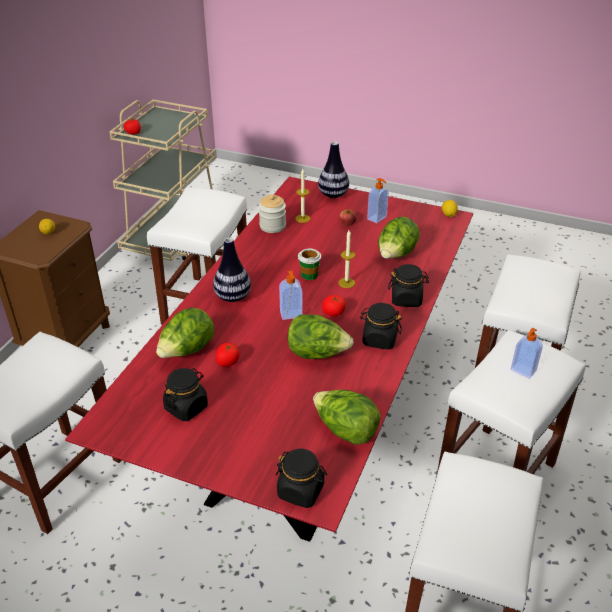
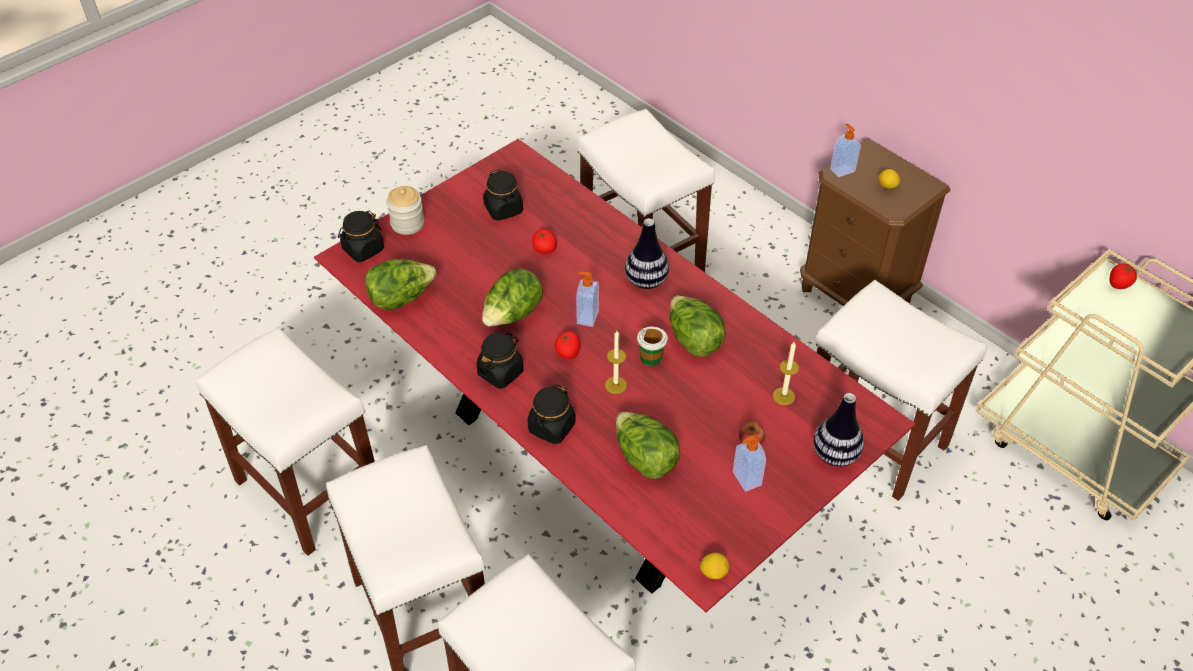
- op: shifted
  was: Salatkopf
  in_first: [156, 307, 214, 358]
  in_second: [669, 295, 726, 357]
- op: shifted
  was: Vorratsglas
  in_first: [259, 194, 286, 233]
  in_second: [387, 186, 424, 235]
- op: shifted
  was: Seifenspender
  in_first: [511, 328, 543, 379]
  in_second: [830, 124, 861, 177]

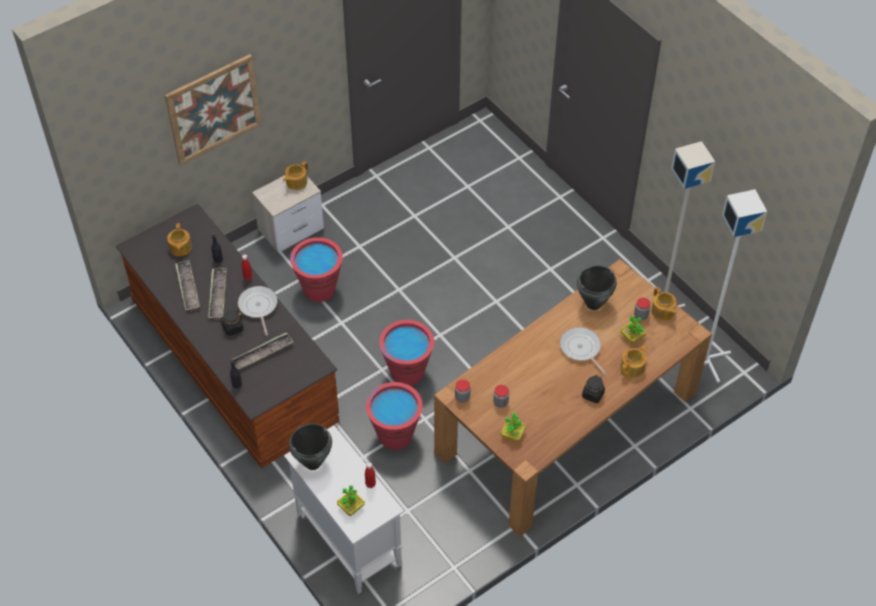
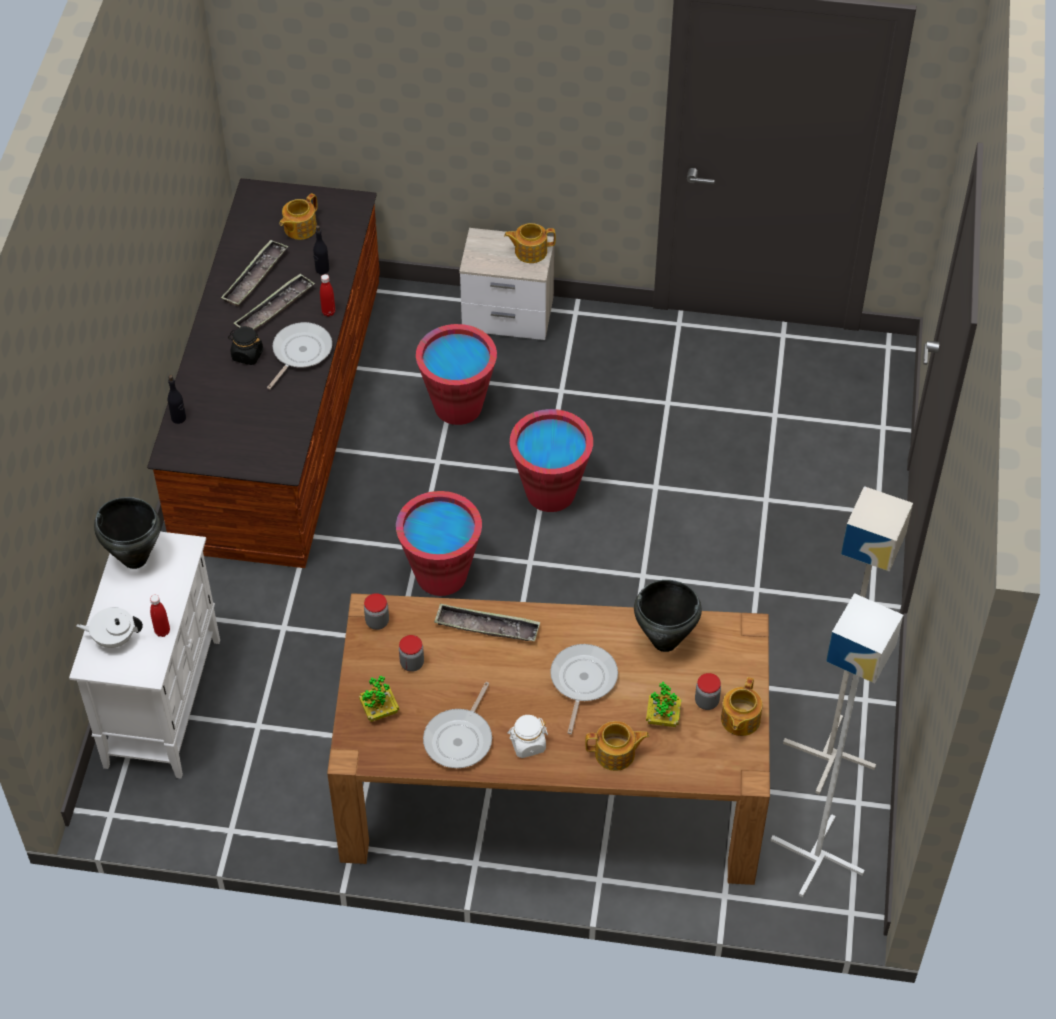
- op: gone
  was: Bild
  in_first: [165, 54, 261, 165]
- op: new
  now: Pfanne
  in_second: [423, 682, 492, 768]
- op: shifted
  was: Tablett
  in_first: [233, 332, 293, 370]
  in_second: [434, 603, 540, 641]
- op: shifted
  was: Eimer/rot
  in_first: [366, 382, 423, 450]
  in_second: [510, 409, 593, 512]
- op: swapped
  was: Topfpflanze
  now: Teekanne/weiß
  in_first: [337, 486, 365, 516]
  in_second: [76, 607, 143, 648]
- op: repainted
  was: Vorratsglas/schwarz
  now: Vorratsglas/weiß
  in_first: [582, 375, 605, 403]
  in_second: [507, 715, 548, 758]

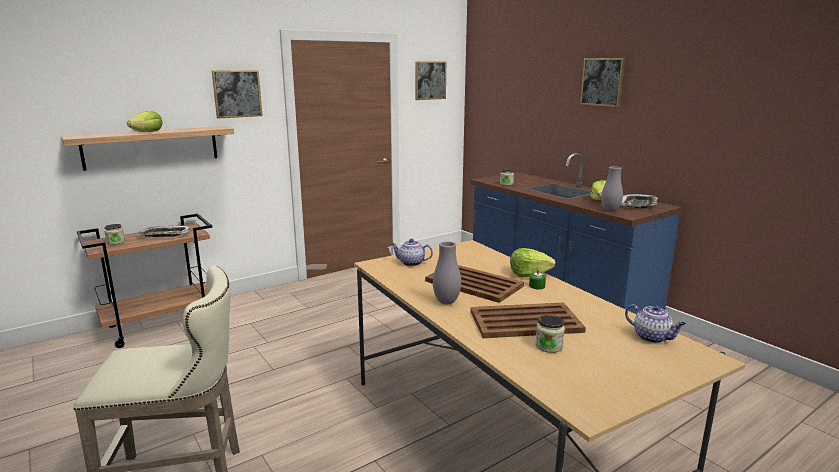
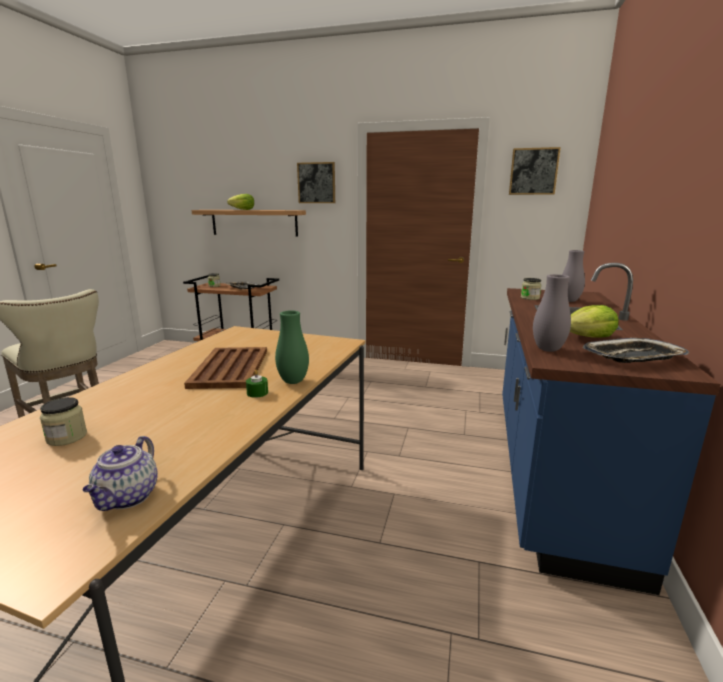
- op: gone
  was: Teekanne
  in_first: [391, 239, 433, 266]
- op: gone
  was: Tablett/braun
  in_first: [471, 302, 586, 338]
- op: gone
  was: Bild
  in_first: [580, 58, 625, 107]
- op: shifted
  was: Vase/grau
  in_first: [433, 241, 461, 304]
  in_second: [562, 250, 585, 302]
- op: swapped
  was: Salatkopf
  now: Vase/grün
  in_first: [510, 248, 556, 277]
  in_second: [275, 310, 309, 384]

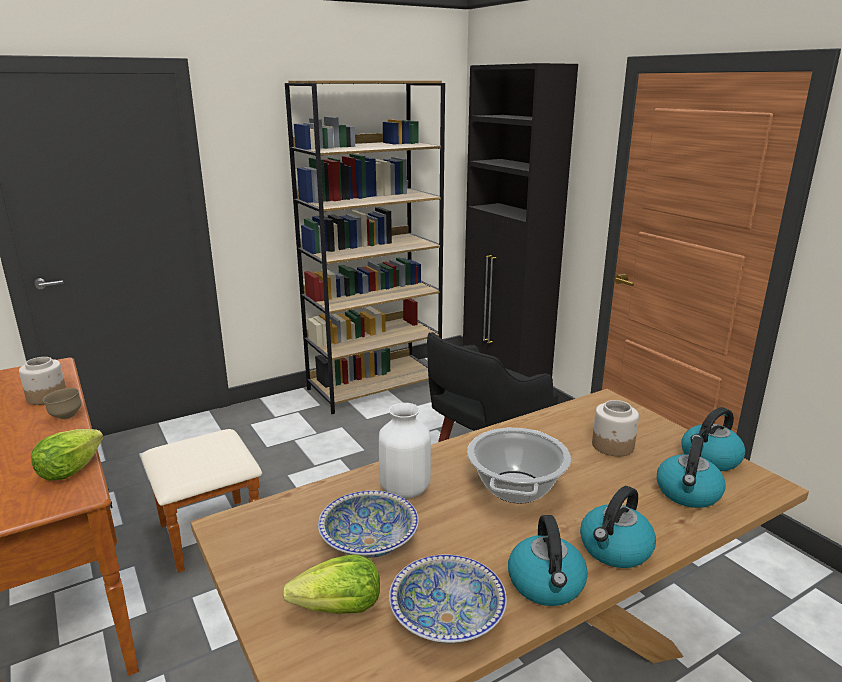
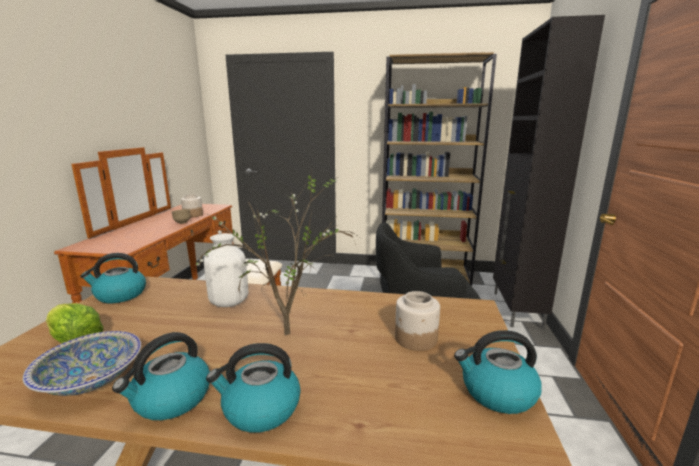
- op: gone
  was: Salatkopf
  in_first: [31, 429, 104, 481]
- op: gone
  was: Schüssel
  in_first: [318, 490, 419, 558]
- op: shifted
  was: Wasserkessel
  in_first: [657, 436, 726, 508]
  in_second: [80, 253, 146, 303]
- op: swapped
  was: Kochtopf
  now: Topfpflanze
  in_first: [467, 427, 571, 504]
  in_second: [193, 166, 359, 335]

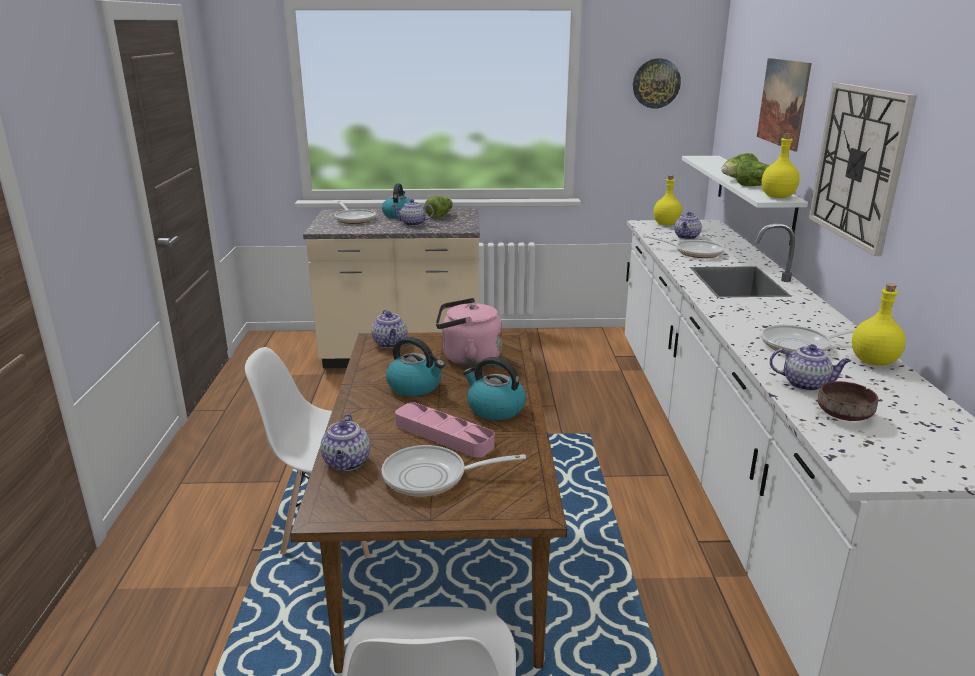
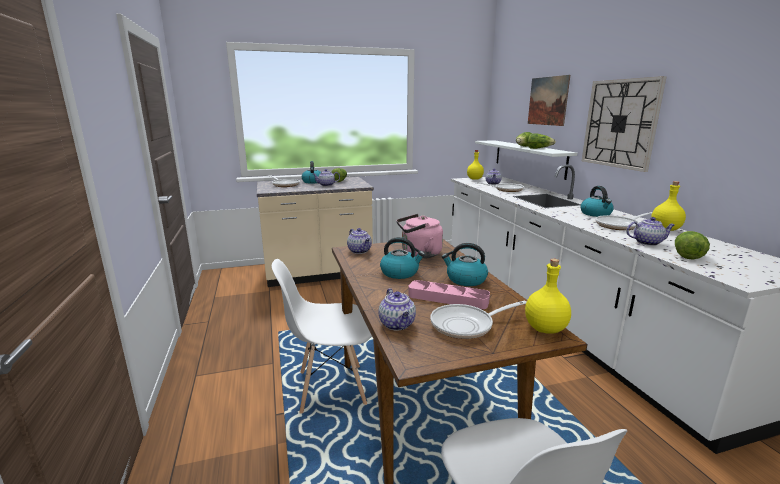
- op: gone
  was: Wanduhr
  in_first: [633, 58, 681, 108]
- op: new
  now: Wasserkessel
  in_second: [580, 186, 614, 217]
- op: shifted
  was: Flasche/gelb
  in_first: [761, 133, 800, 198]
  in_second: [525, 259, 571, 334]
- op: swapped
  was: Schüssel/braun
  now: Salatkopf
  in_first: [818, 381, 878, 421]
  in_second: [675, 231, 710, 259]

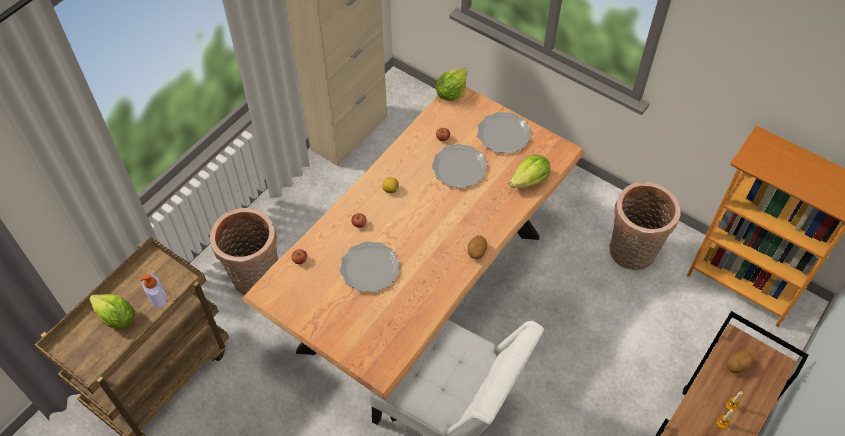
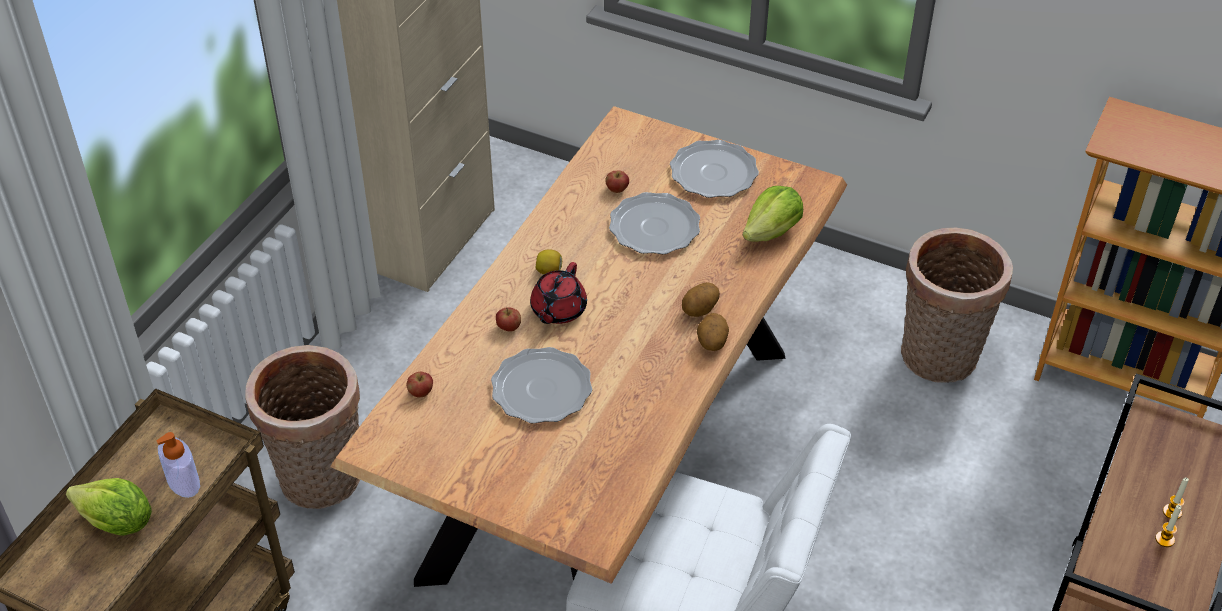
- op: gone
  was: Salatkopf
  in_first: [436, 67, 468, 101]
- op: new
  now: Teekanne/rot
  in_second: [530, 262, 587, 324]
- op: shifted
  was: Kartoffel
  in_first: [727, 350, 753, 373]
  in_second: [682, 282, 720, 317]

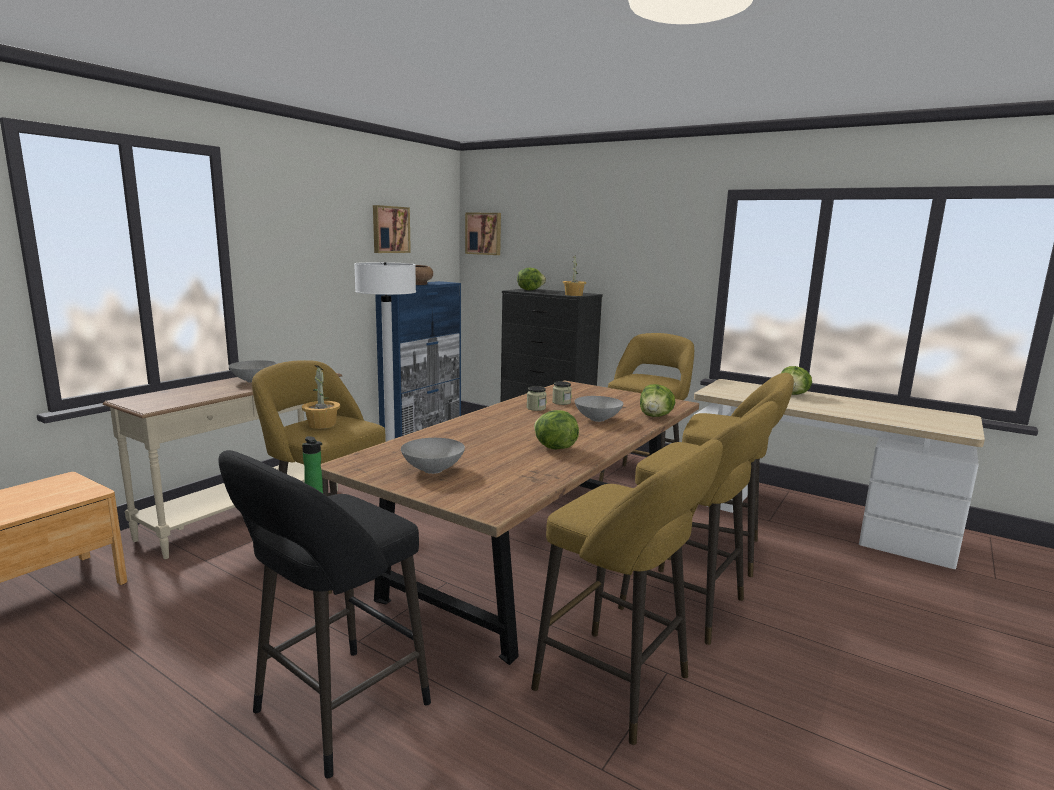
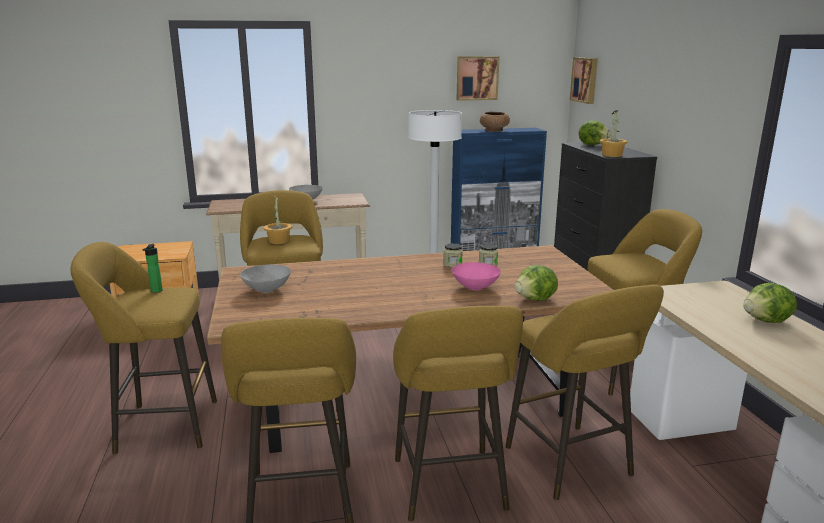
- op: gone
  was: Salatkopf
  in_first: [534, 410, 579, 450]
- op: repainted
  was: Hocker/schwarz
  now: Hocker/gelb
  in_first: [219, 450, 431, 778]
  in_second: [70, 242, 217, 454]
- op: repainted
  was: Schüssel/grau
  now: Schüssel/rosa
  in_first: [575, 396, 623, 422]
  in_second: [452, 262, 501, 290]

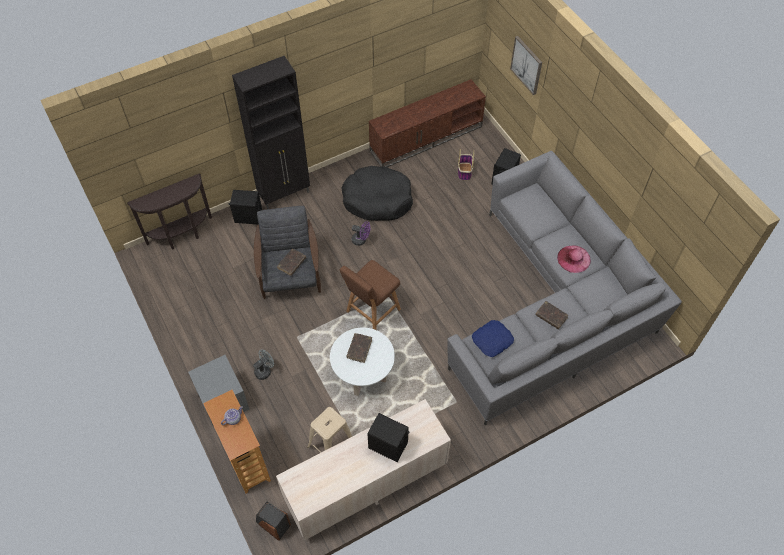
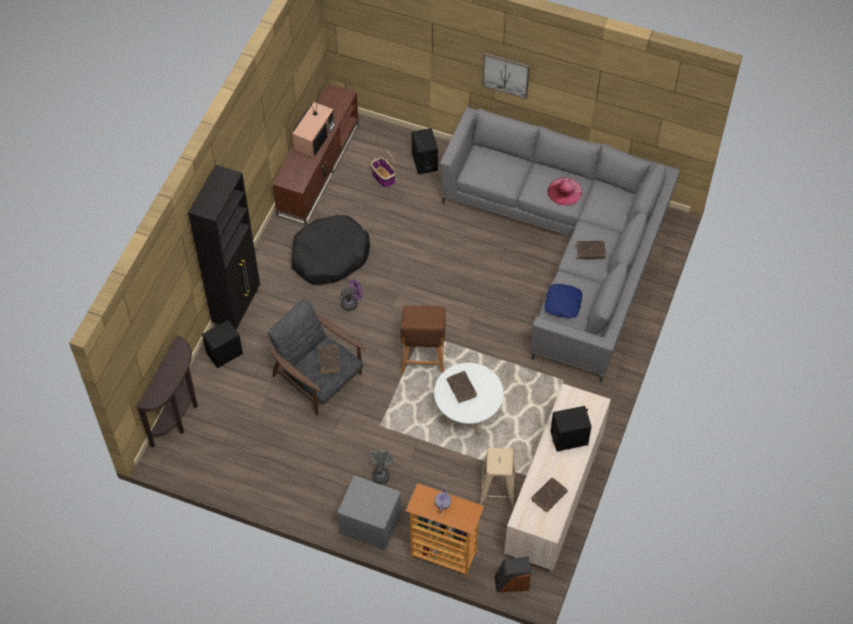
- op: new
  now: Fernseher
  in_second: [292, 88, 335, 158]
- op: new
  now: Buch/braun
  in_second: [531, 478, 568, 512]
- op: shifted
  was: Bild
  in_first: [510, 36, 542, 95]
  in_second: [482, 52, 530, 99]

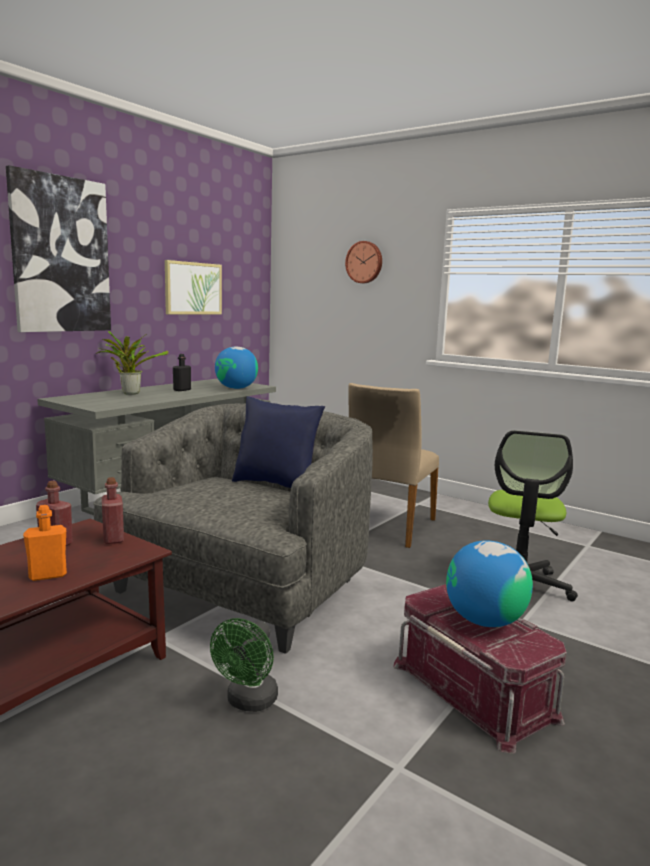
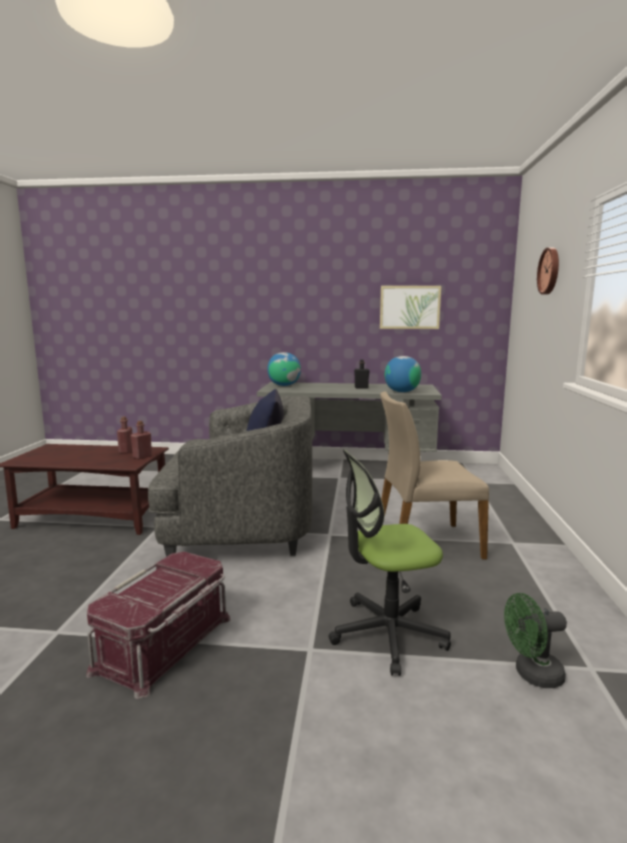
- op: gone
  was: Bild
  in_first: [6, 165, 111, 332]
- op: gone
  was: Flasche/orange
  in_first: [23, 505, 67, 581]
- op: gone
  was: Topfpflanze
  in_first: [96, 331, 168, 395]
- op: shifted
  was: Ventilator/grün
  in_first: [210, 618, 278, 712]
  in_second: [504, 593, 567, 688]
- op: shifted
  was: Globus
  in_first: [446, 541, 533, 627]
  in_second: [267, 352, 301, 386]

